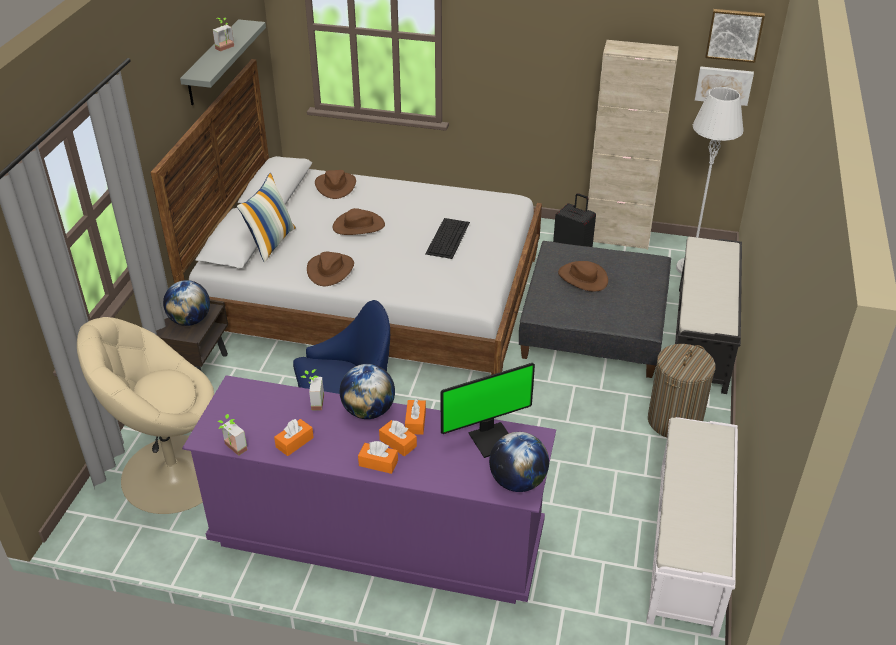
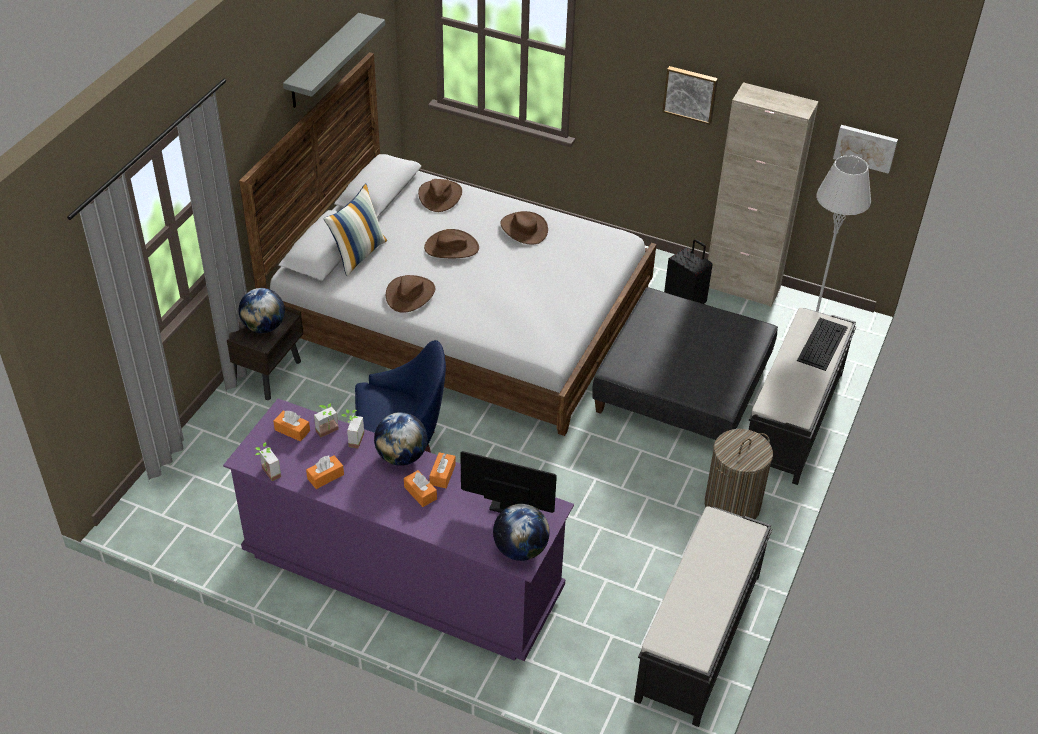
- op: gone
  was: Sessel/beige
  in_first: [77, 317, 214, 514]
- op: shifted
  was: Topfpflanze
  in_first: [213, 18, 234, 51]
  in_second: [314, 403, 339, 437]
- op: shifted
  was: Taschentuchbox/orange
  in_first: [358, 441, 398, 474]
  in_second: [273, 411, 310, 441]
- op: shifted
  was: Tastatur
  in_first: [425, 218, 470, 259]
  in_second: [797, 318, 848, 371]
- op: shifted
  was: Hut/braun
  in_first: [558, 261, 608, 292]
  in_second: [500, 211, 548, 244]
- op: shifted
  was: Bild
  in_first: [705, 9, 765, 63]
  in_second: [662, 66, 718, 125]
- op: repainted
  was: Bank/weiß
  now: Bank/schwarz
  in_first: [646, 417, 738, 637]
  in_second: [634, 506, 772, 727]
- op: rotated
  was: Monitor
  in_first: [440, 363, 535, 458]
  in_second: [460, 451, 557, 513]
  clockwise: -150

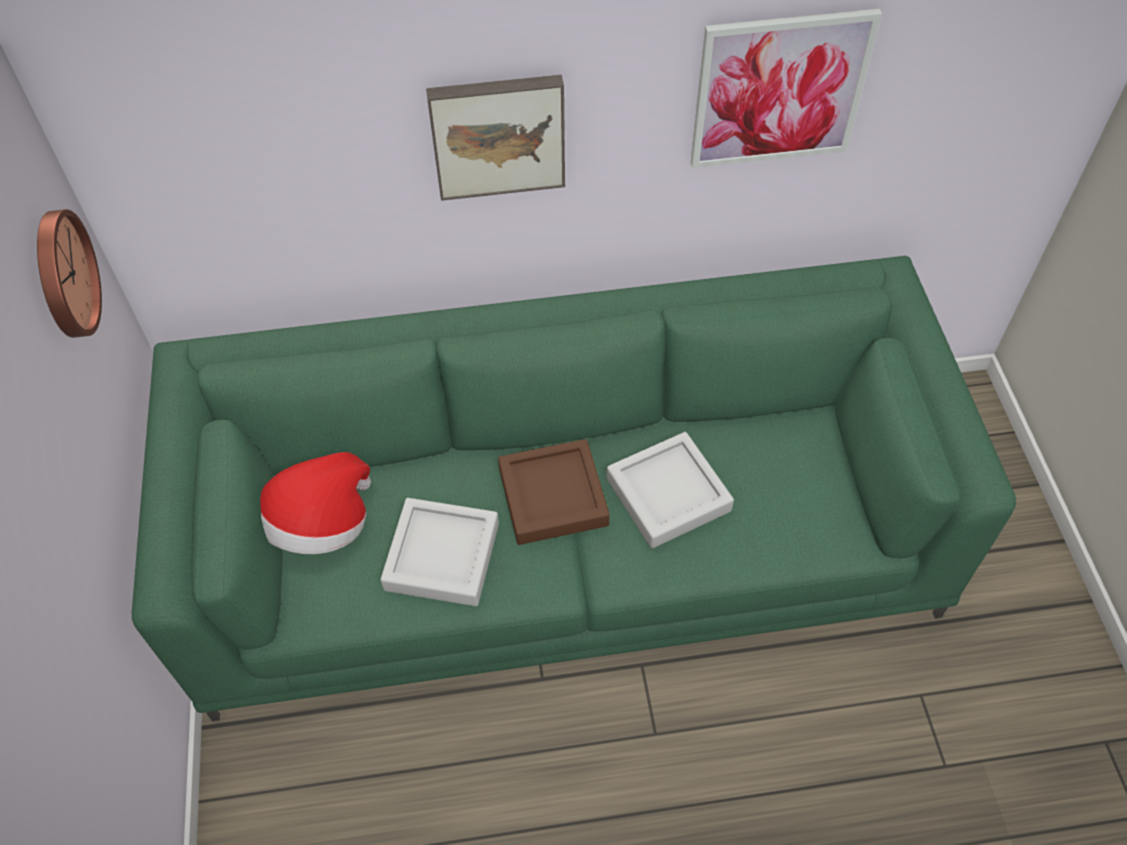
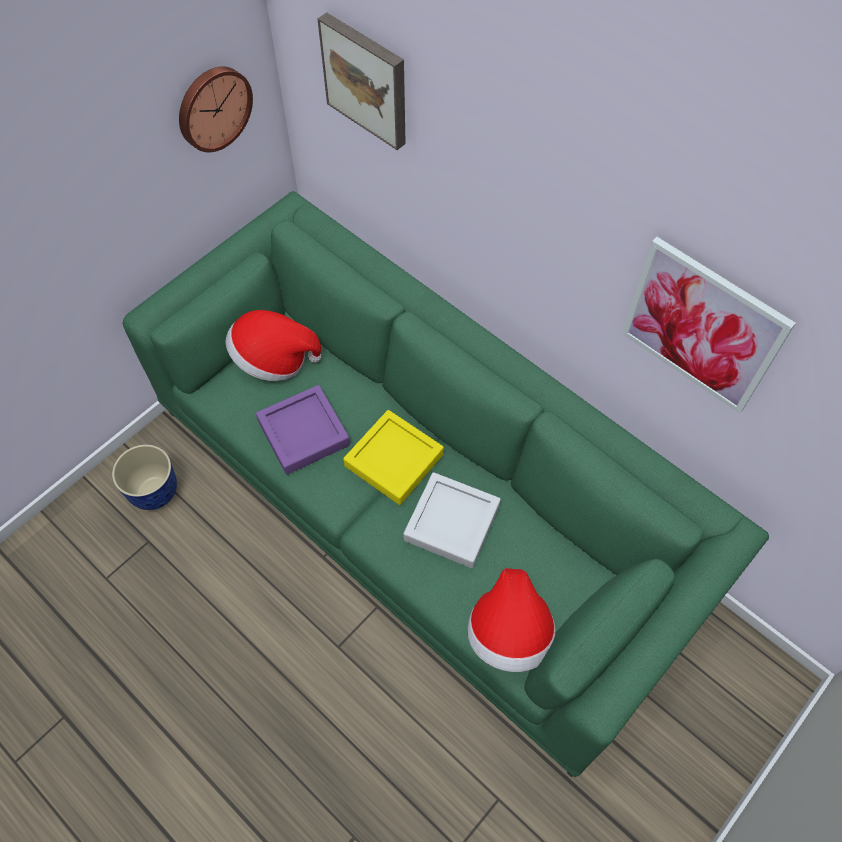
- op: new
  now: Pflanzkübel
  in_second: [112, 444, 177, 510]
- op: new
  now: Hut
  in_second: [467, 568, 556, 672]
- op: shifted
  was: Bild
  in_first: [426, 75, 565, 201]
  in_second: [317, 12, 406, 150]
- op: repainted
  was: Tablett/grau
  now: Tablett/lila
  in_first: [380, 498, 499, 606]
  in_second: [256, 385, 350, 475]
- op: repainted
  was: Tablett/braun
  now: Tablett/gelb
  in_first: [498, 439, 610, 545]
  in_second: [343, 410, 444, 505]

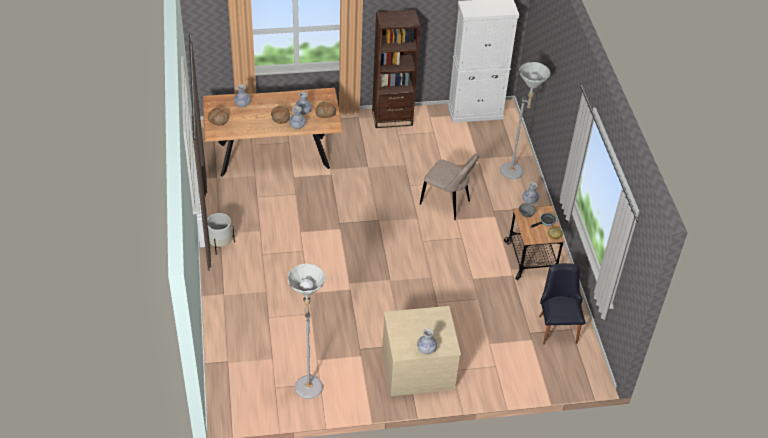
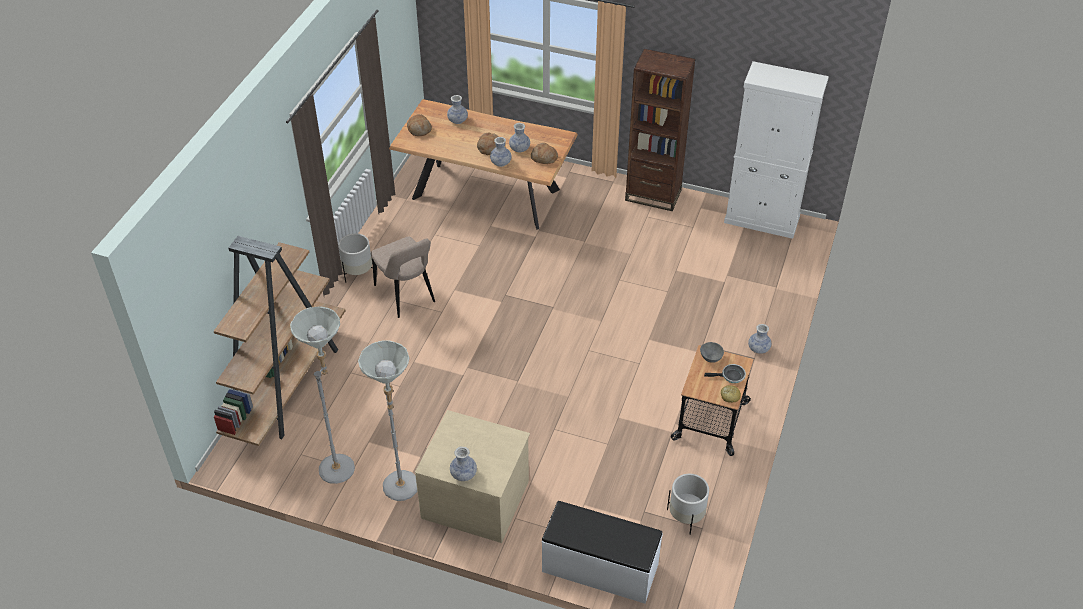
- op: new
  now: Bücherregal/braun
  in_second: [214, 236, 346, 446]
- op: new
  now: Bank/weiß
  in_second: [542, 501, 663, 604]
- op: shifted
  was: Stuhl/beige
  in_first: [420, 153, 479, 220]
  in_second: [371, 236, 435, 318]
- op: shifted
  was: Stehlampe/grau
  in_first: [500, 62, 551, 179]
  in_second: [358, 340, 417, 501]
- op: swapped
  was: Stuhl/schwarz
  now: Pflanzkübel/weiß
  in_first: [539, 263, 586, 345]
  in_second: [667, 474, 709, 535]

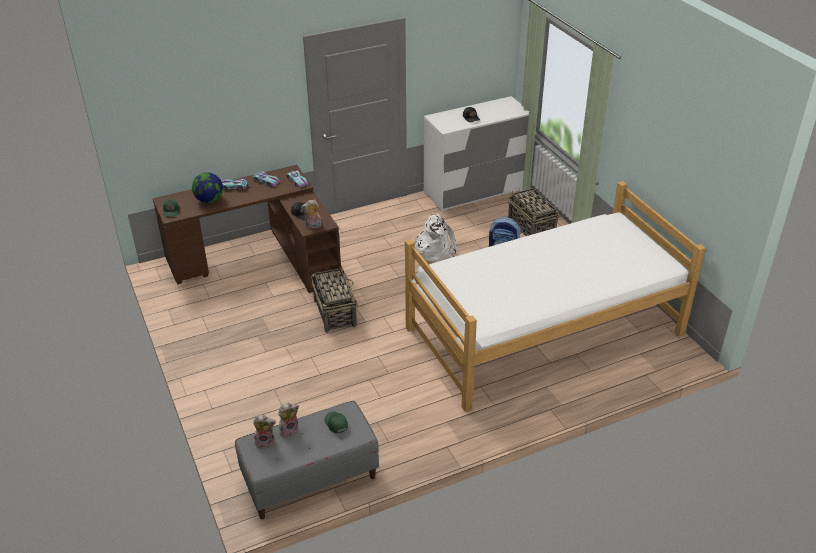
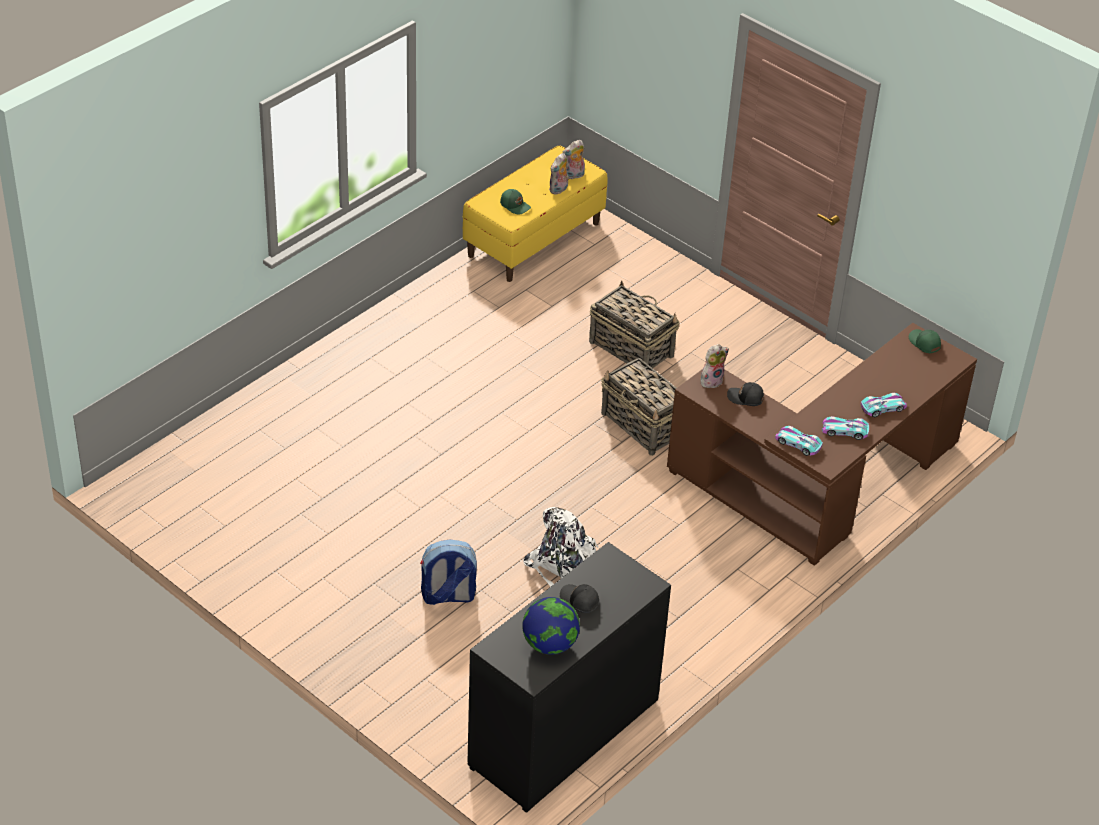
- op: gone
  was: Bett
  in_first: [405, 181, 706, 412]
- op: shifted
  was: Globus
  in_first: [192, 172, 223, 203]
  in_second: [522, 597, 580, 655]
- op: shifted
  was: Korb
  in_first: [508, 188, 559, 236]
  in_second: [589, 280, 680, 368]
- op: repainted
  was: Bank/grau
  now: Bank/gelb
  in_first: [235, 401, 379, 519]
  in_second: [463, 145, 608, 282]
- op: repainted
  was: Kommode/weiß
  now: Kommode/schwarz
  in_first: [424, 96, 529, 212]
  in_second: [468, 542, 671, 813]

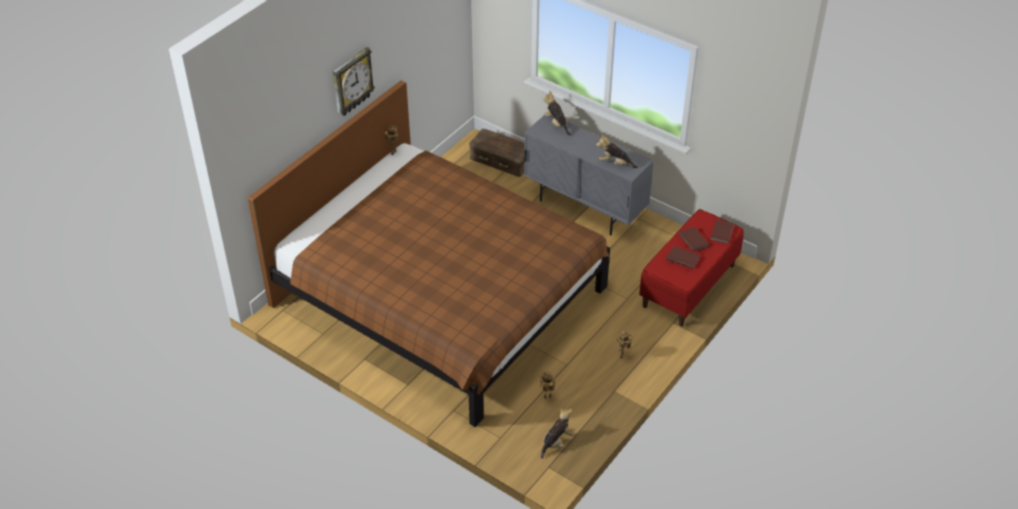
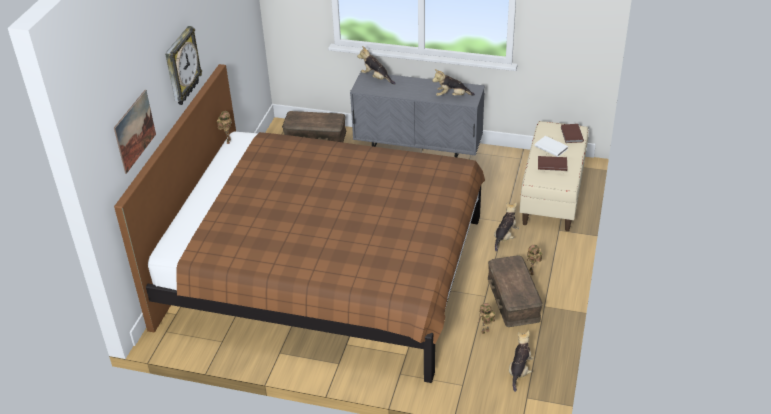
- op: new
  now: Bild
  in_second: [114, 90, 156, 174]
- op: new
  now: Aufbewahrungsbox/braun
  in_second: [488, 255, 543, 327]
- op: new
  now: Plüschtier
  in_second: [494, 202, 519, 252]
- op: repainted
  was: Bank/rot
  now: Bank/beige
  in_first: [639, 209, 744, 326]
  in_second: [520, 121, 589, 231]
- op: repainted
  was: Buch/braun
  now: Buch/weiß
  in_first: [678, 227, 709, 252]
  in_second: [534, 136, 568, 157]

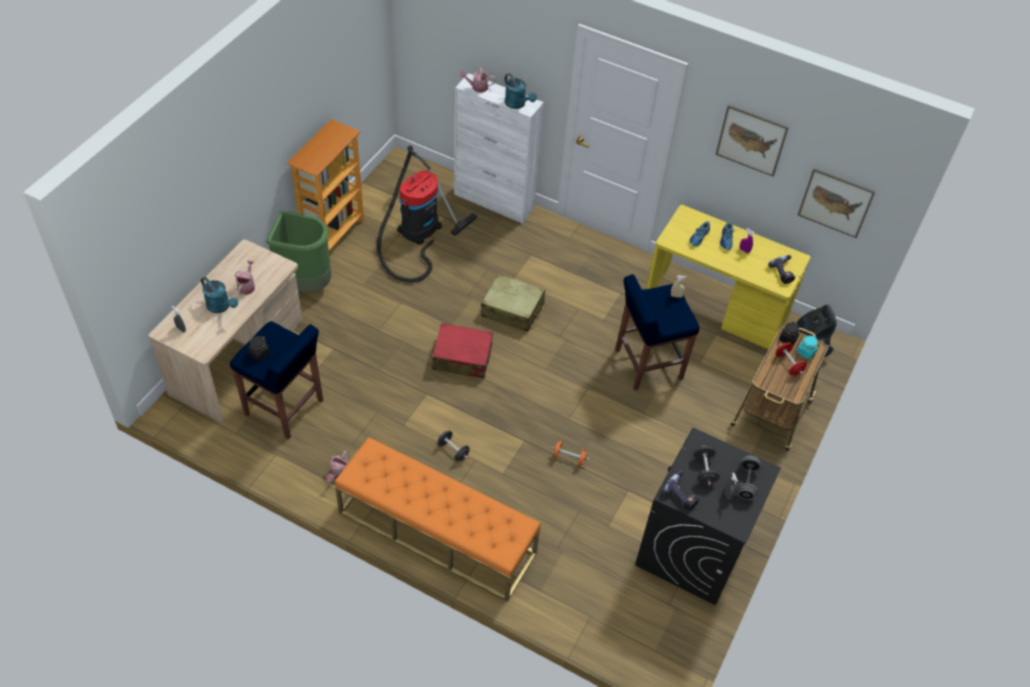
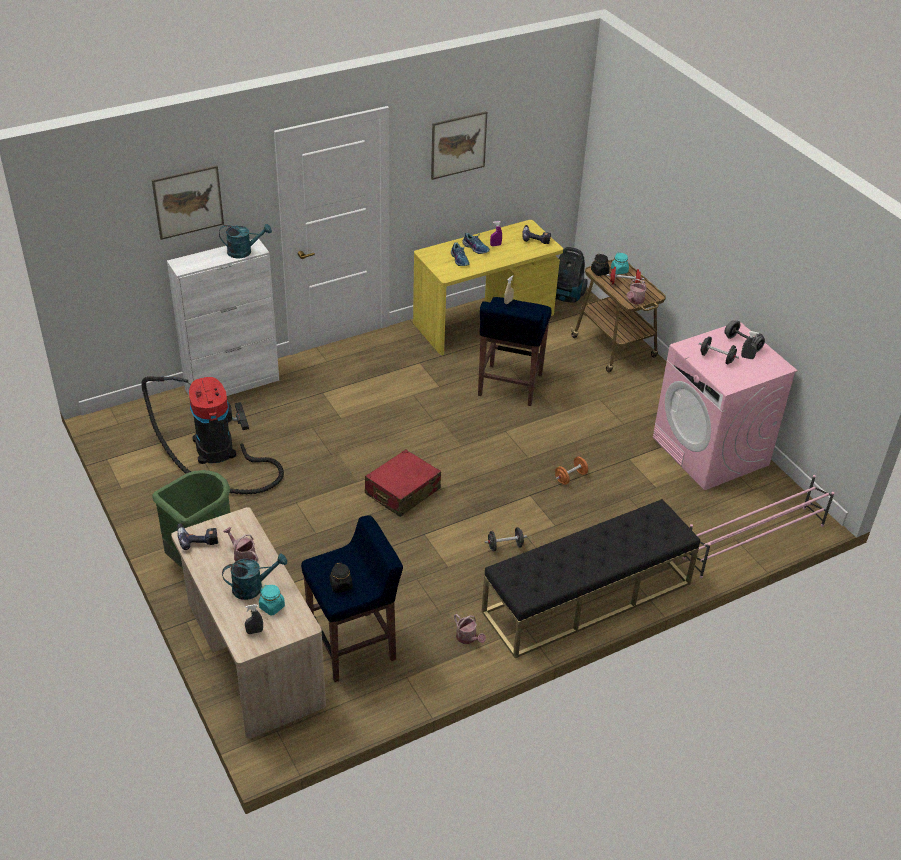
- op: gone
  was: Bücherregal
  in_first: [287, 119, 364, 257]
- op: gone
  was: Koffer/beige
  in_first: [481, 274, 545, 332]
- op: new
  now: Vorratsglas/türkis
  in_second: [259, 585, 285, 615]
- op: new
  now: Schuhregal/rosa
  in_second: [683, 475, 834, 578]
- op: shifted
  was: Gießkanne
  in_first: [459, 67, 496, 93]
  in_second: [627, 279, 647, 304]
- op: shifted
  was: Bohrmaschine
  in_first: [662, 470, 699, 511]
  in_second: [177, 523, 218, 550]
- op: shifted
  was: Bild
  in_first: [798, 168, 875, 238]
  in_second: [152, 165, 224, 240]
- op: repainted
  was: Bank/orange
  now: Bank/schwarz
  in_first: [335, 437, 541, 602]
  in_second: [482, 499, 700, 658]
- op: repainted
  was: Waschmaschine/schwarz
  now: Waschmaschine/rosa
  in_first: [635, 428, 781, 605]
  in_second: [653, 321, 798, 490]

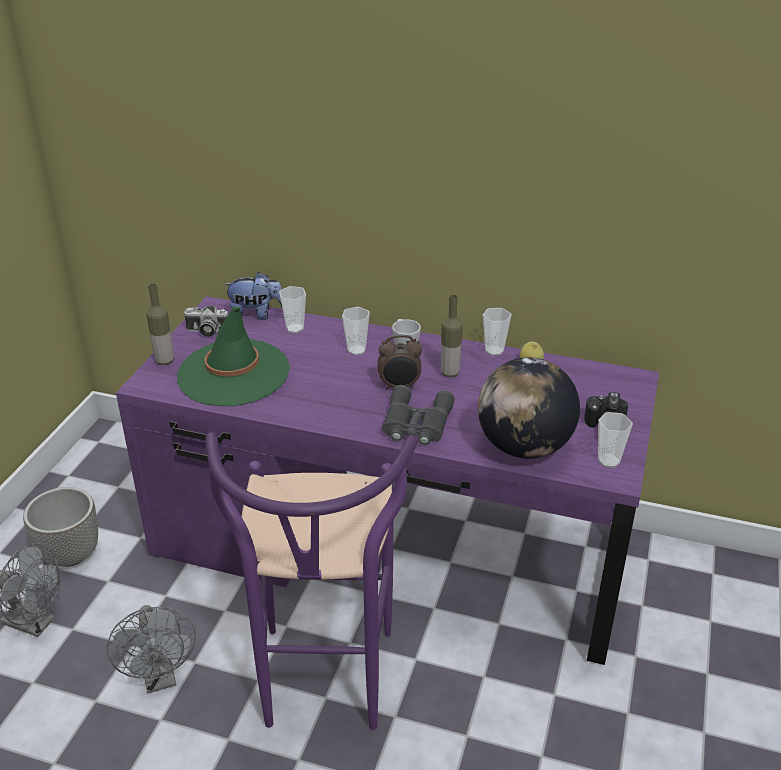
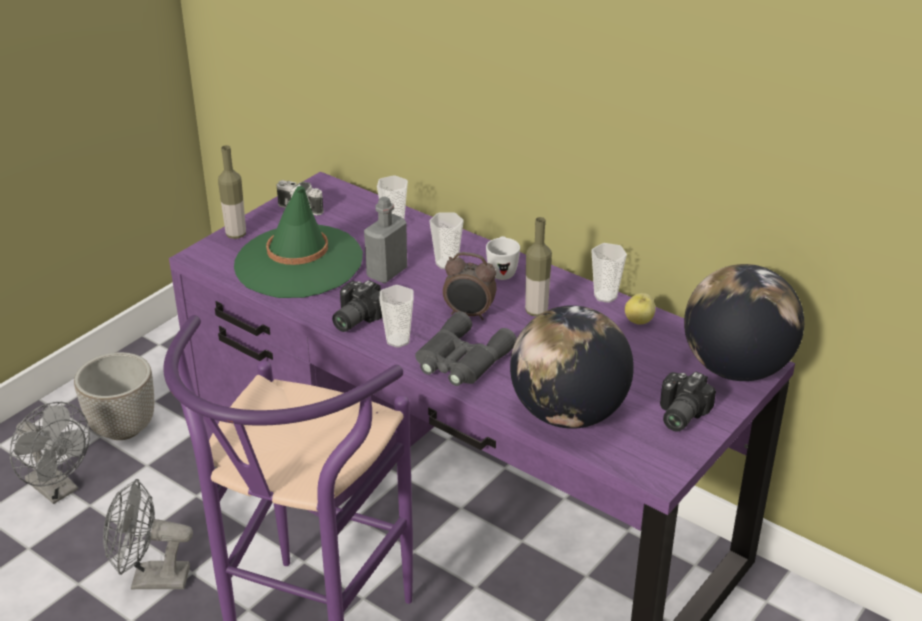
- op: gone
  was: Plüschtier
  in_first: [223, 272, 282, 320]
- op: new
  now: Kamera
  in_second: [332, 280, 382, 332]
- op: new
  now: Flasche/grau
  in_second: [364, 196, 407, 283]
- op: new
  now: Globus
  in_second: [684, 264, 804, 381]
- op: shifted
  was: Tasse
  in_first: [598, 412, 633, 468]
  in_second: [380, 285, 414, 348]
- op: rotated
  was: Ventilator/grau
  in_first: [107, 605, 196, 693]
  in_second: [103, 479, 193, 589]
  clockwise: 90

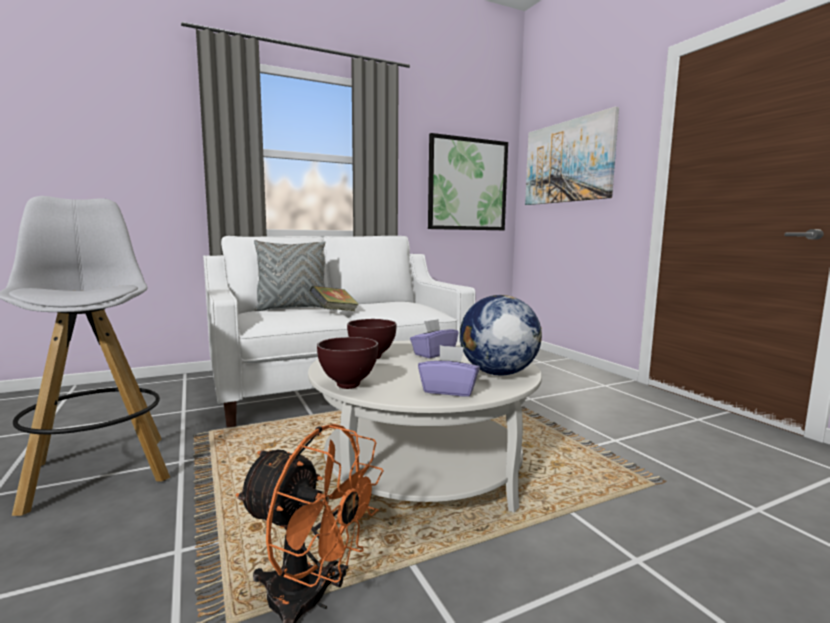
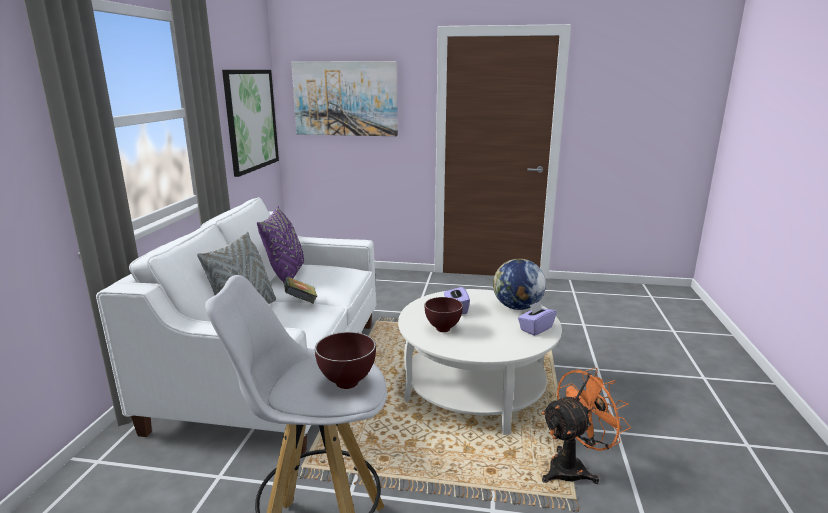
- op: new
  now: Kissen/lila
  in_second: [257, 206, 304, 283]
- op: shifted
  was: Schüssel/braun
  in_first: [317, 337, 378, 389]
  in_second: [315, 332, 376, 389]

